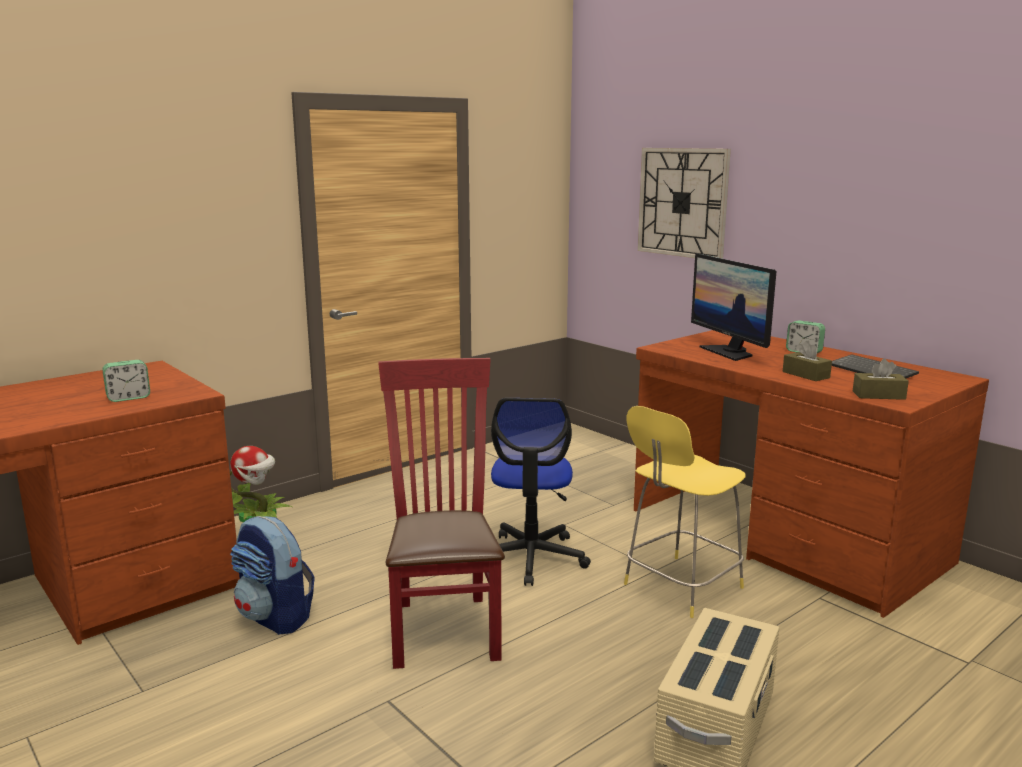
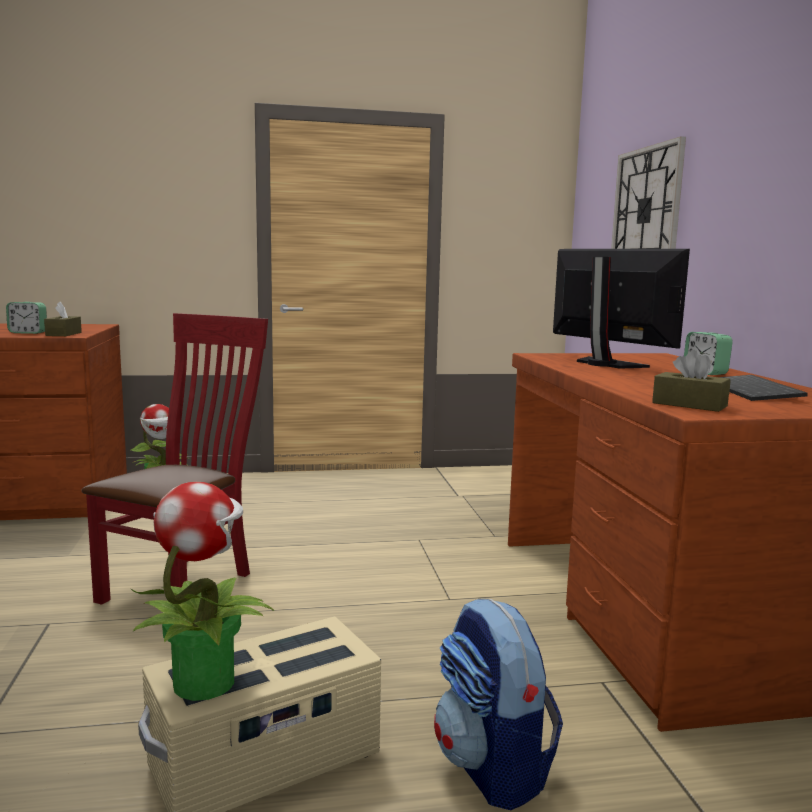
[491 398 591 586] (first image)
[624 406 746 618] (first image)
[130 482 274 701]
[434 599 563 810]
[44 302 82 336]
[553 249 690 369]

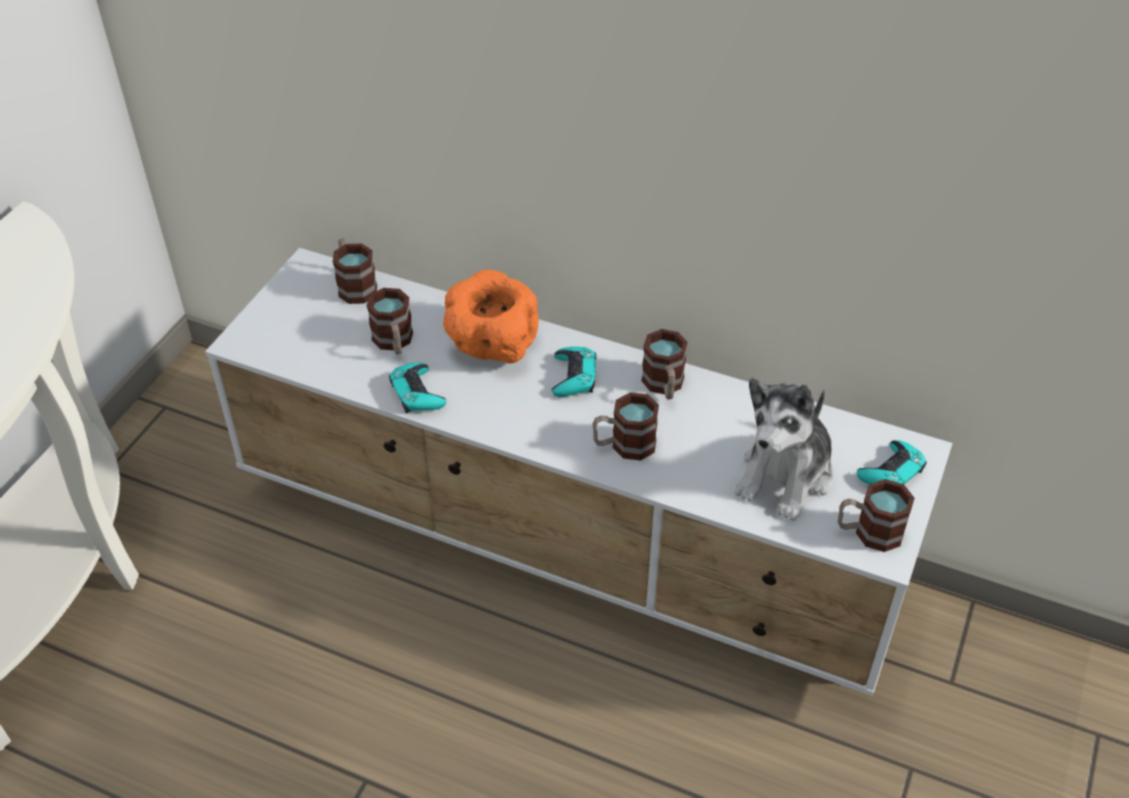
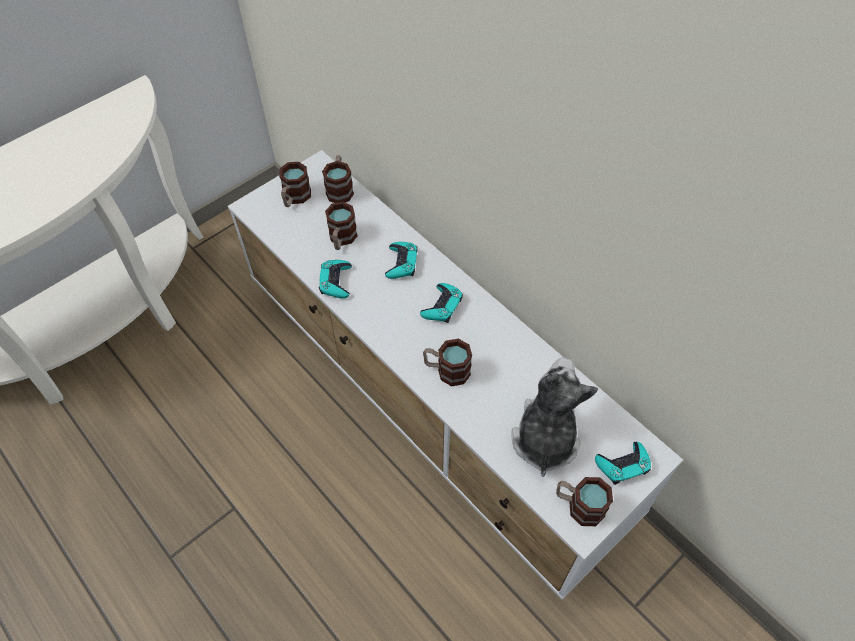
[279 162 311 207]
[385 242 418 279]
[511 357 598 477]

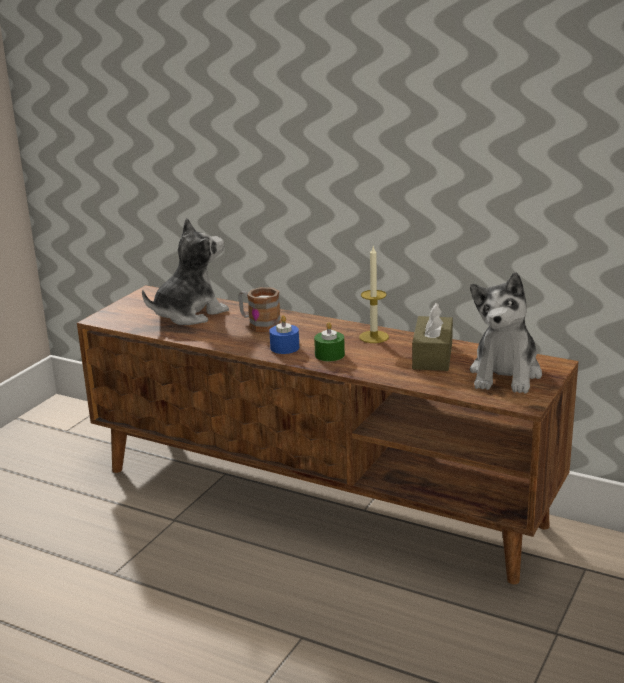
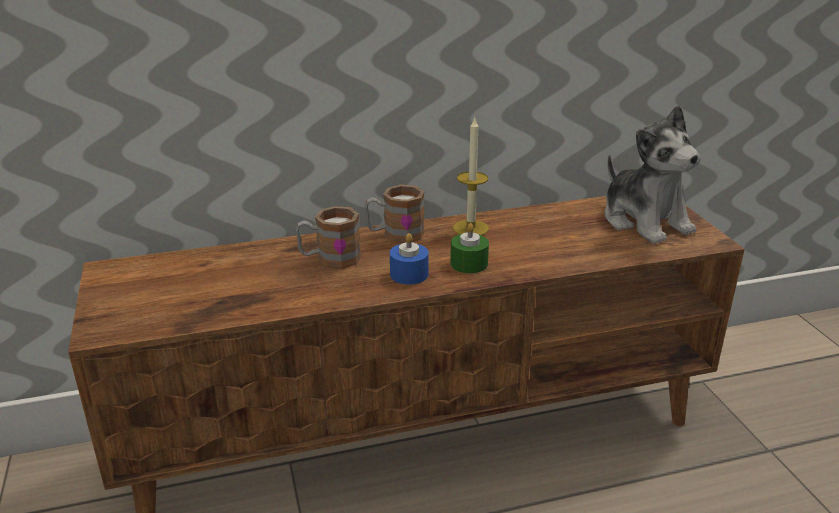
[142 218 229 325] (first image)
[412 303 453 371] (first image)
[365 185 425 243]

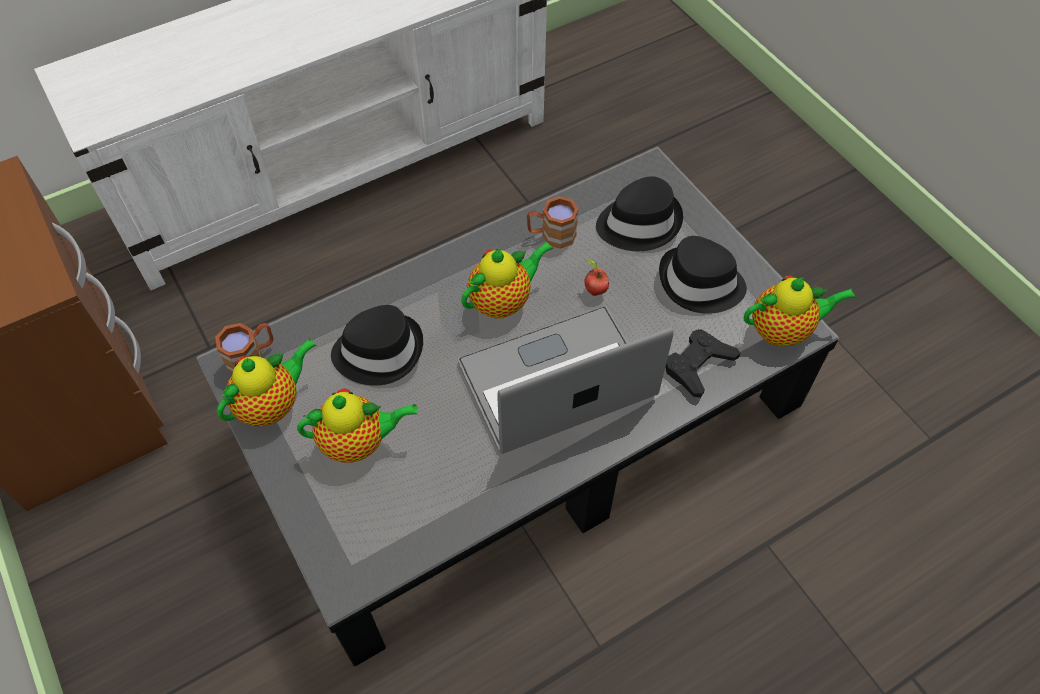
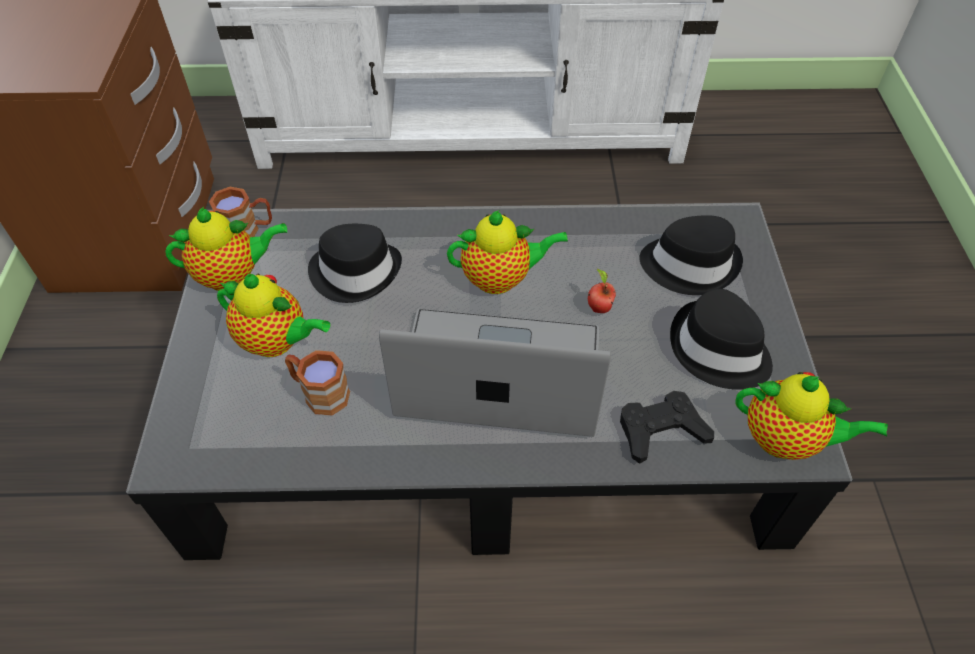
[285 350 350 415]

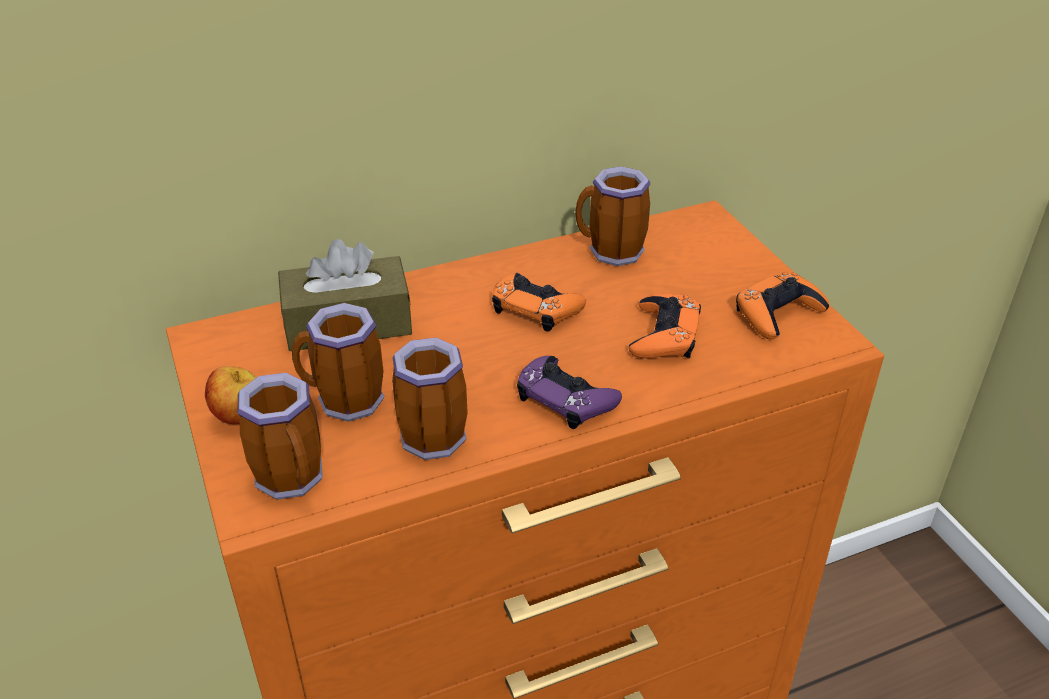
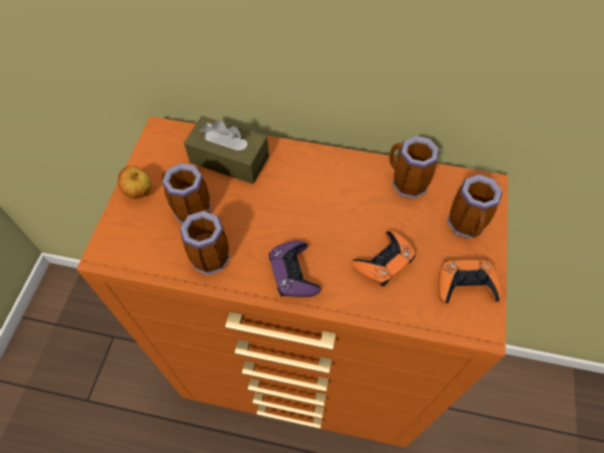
[492 273 586 332] (first image)
[447 175 502 239]

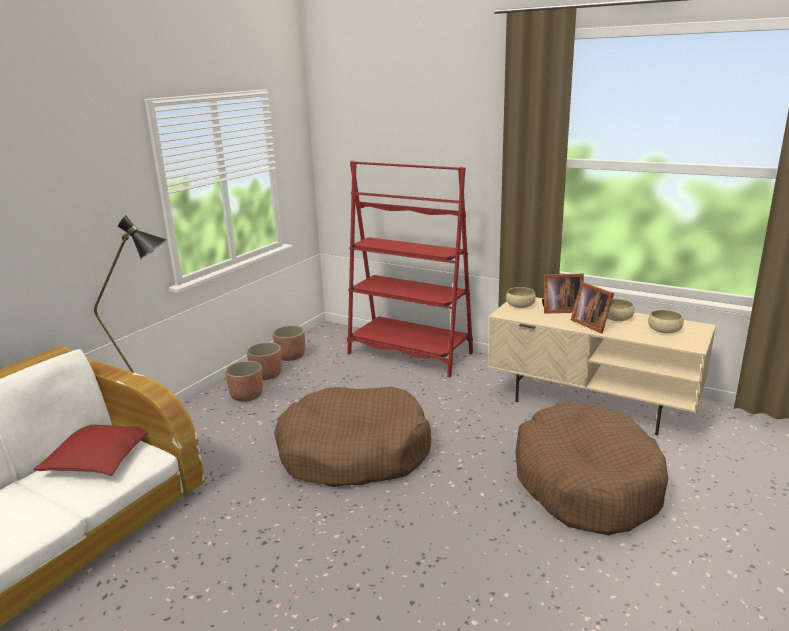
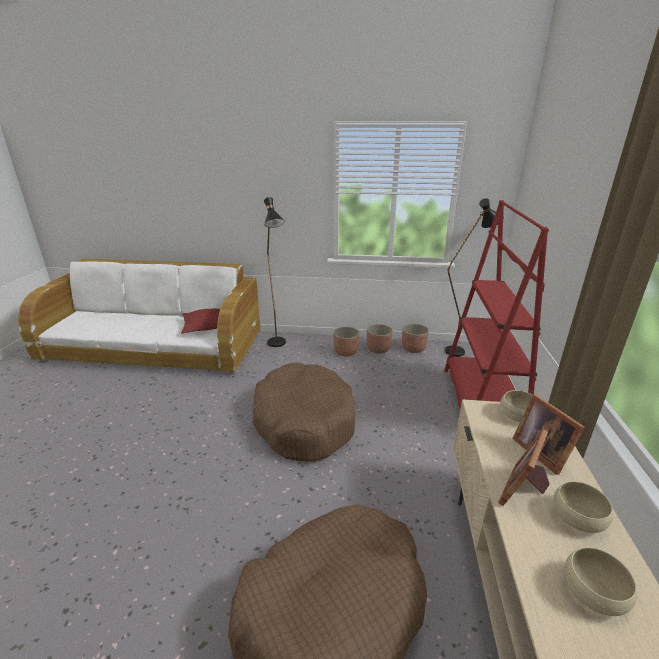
[445 198 504 357]

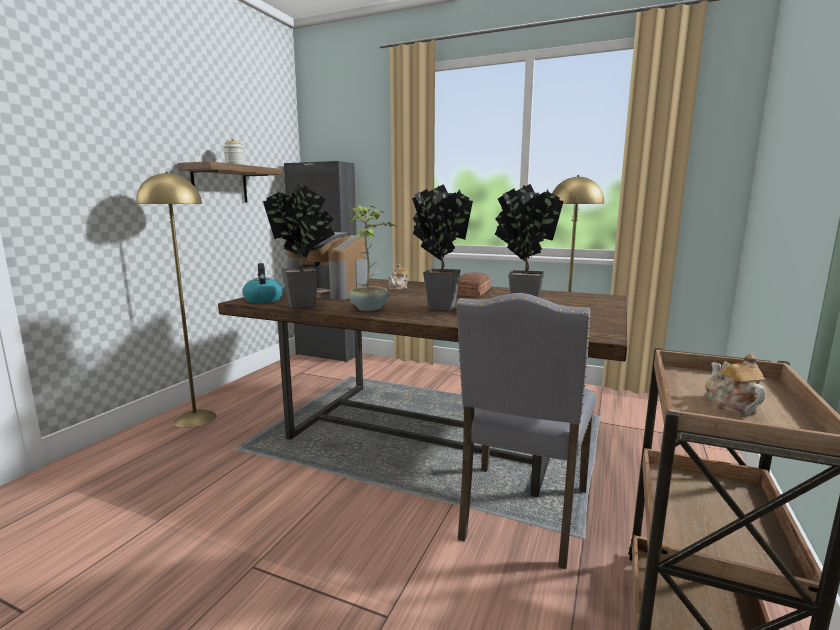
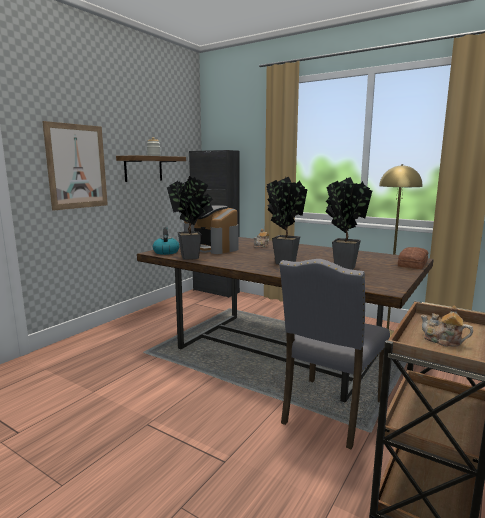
[136 172 216 428] (first image)
[349 206 396 311] (first image)
[42 121 108 211]
[398 247 428 269]
[421 305 473 347]

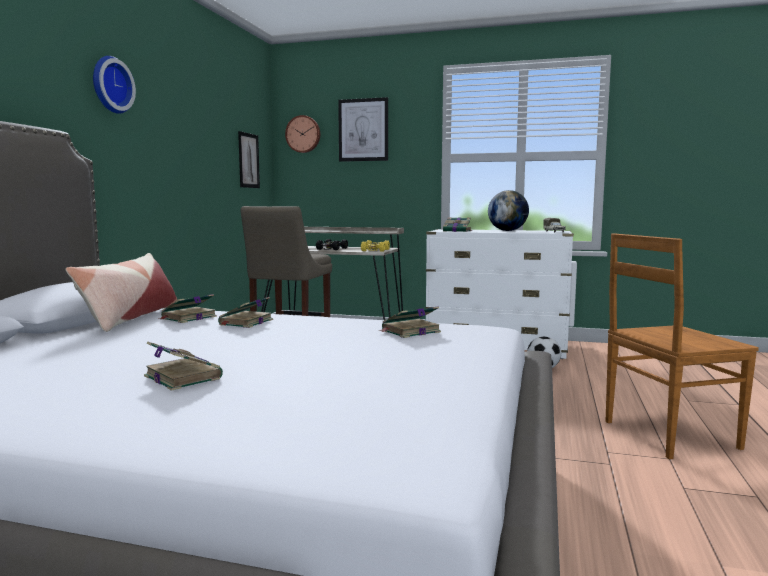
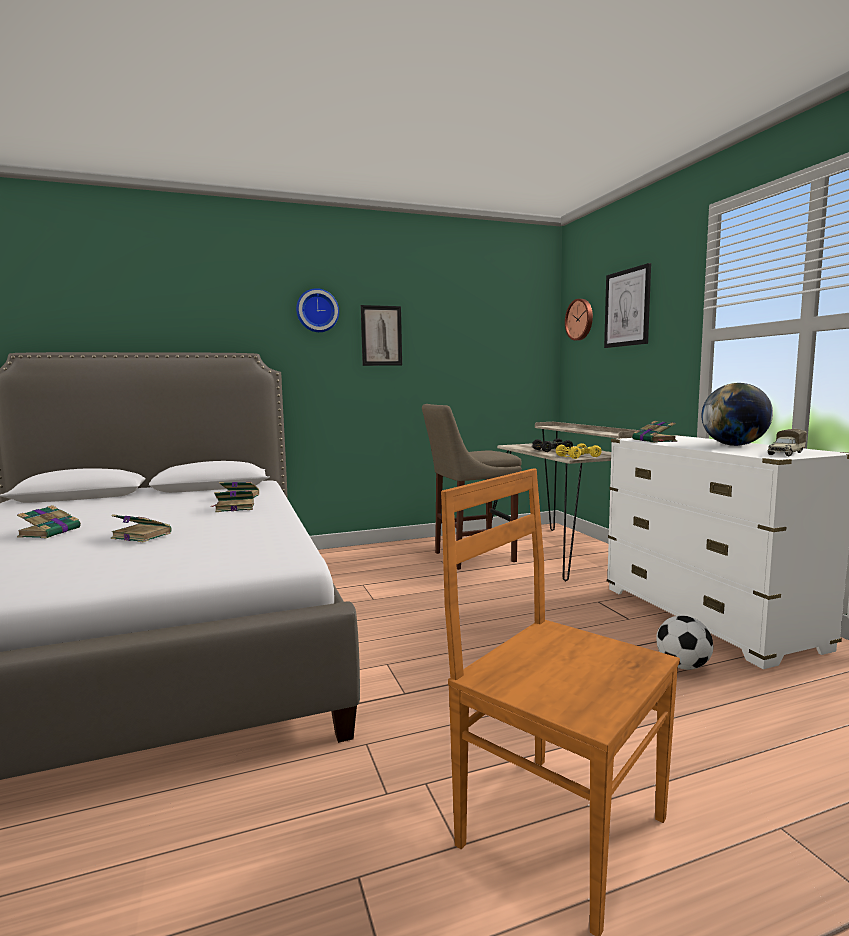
[66 253 177 332] (first image)
[361 305 402 366]
[111 514 172 542]

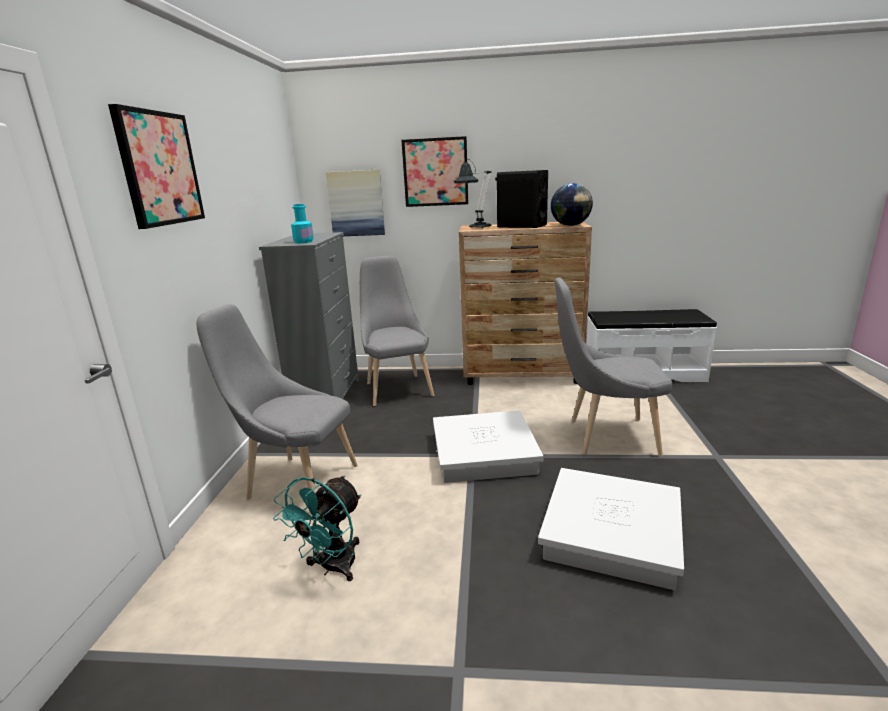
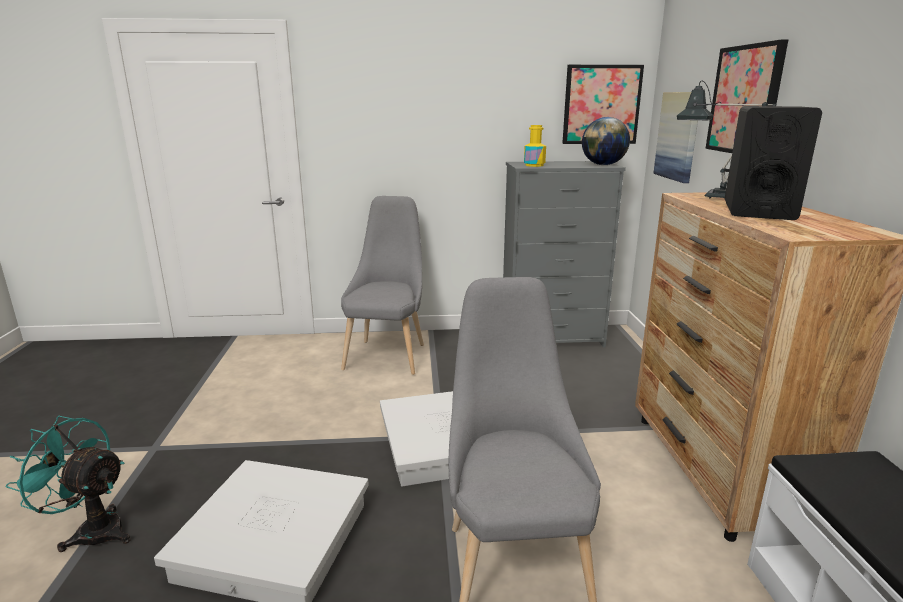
[360 256 435 406] (first image)
[562 65 644 144]
[6 416 130 552]
[582 117 630 165]
[524 125 546 167]

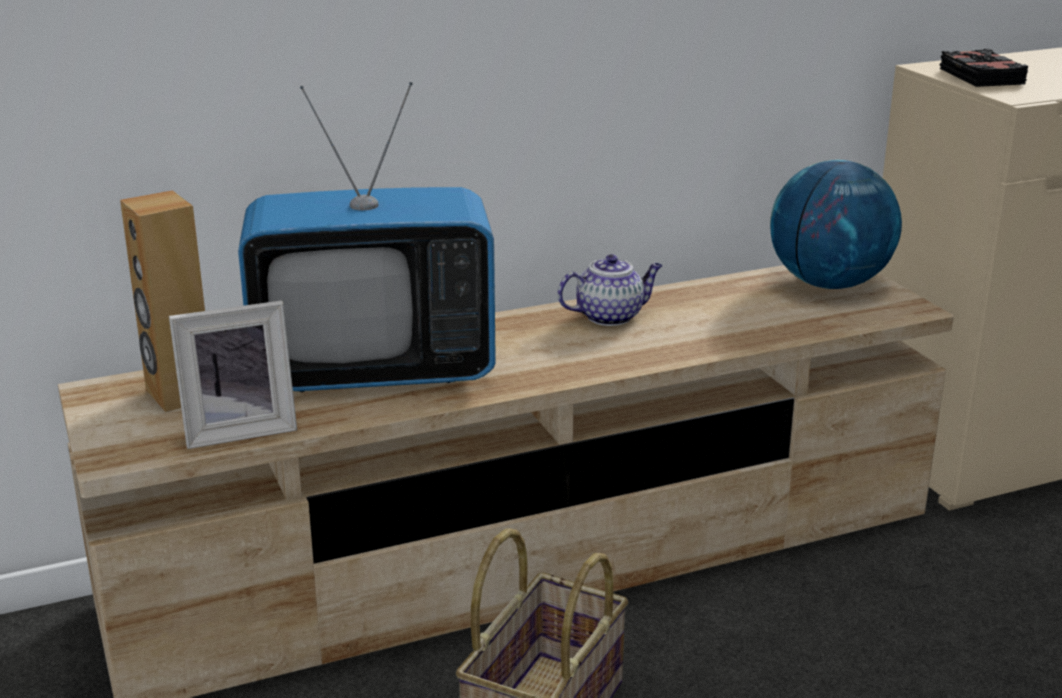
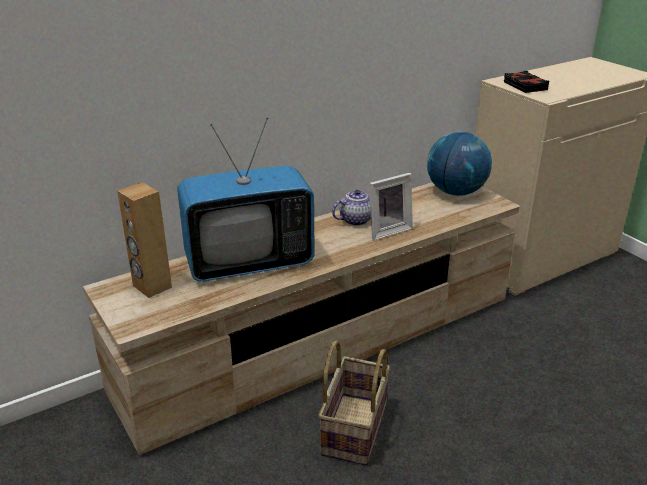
[369 173 413 240]

